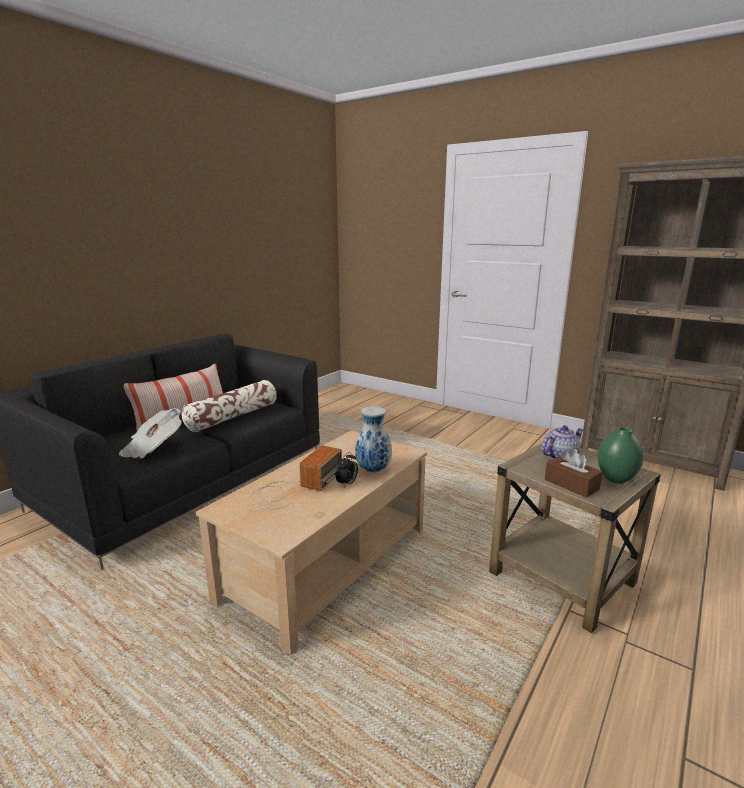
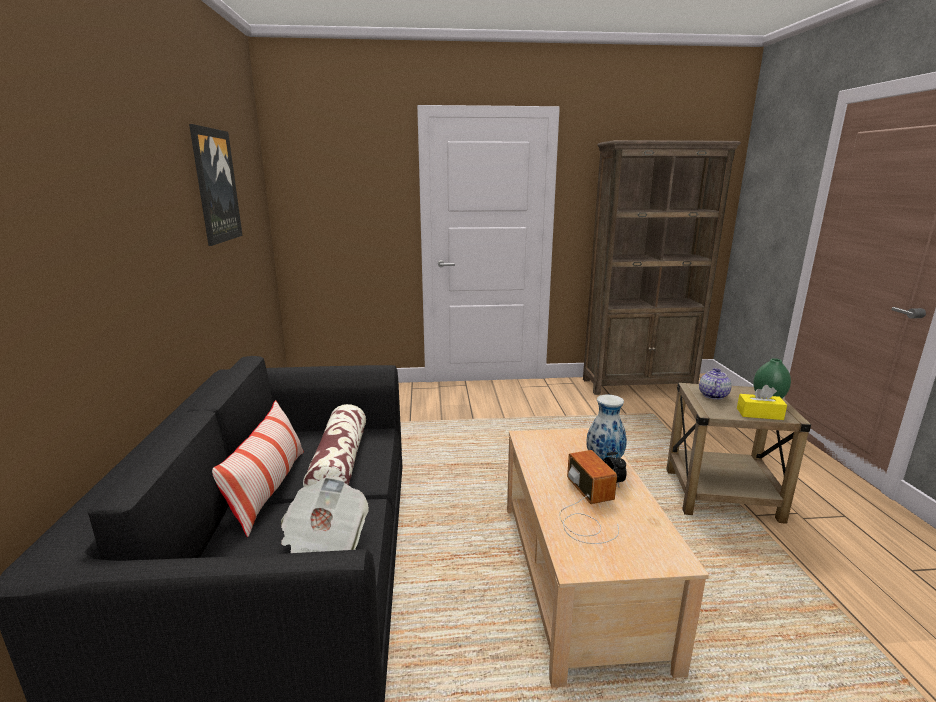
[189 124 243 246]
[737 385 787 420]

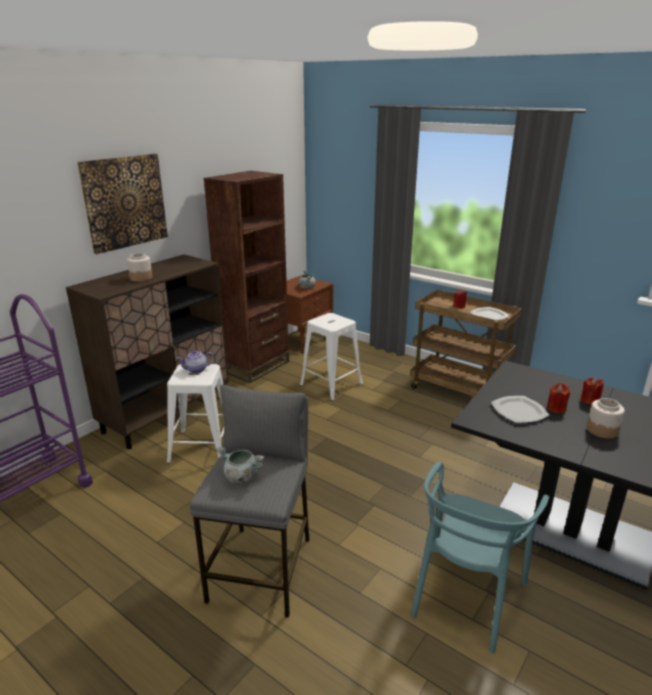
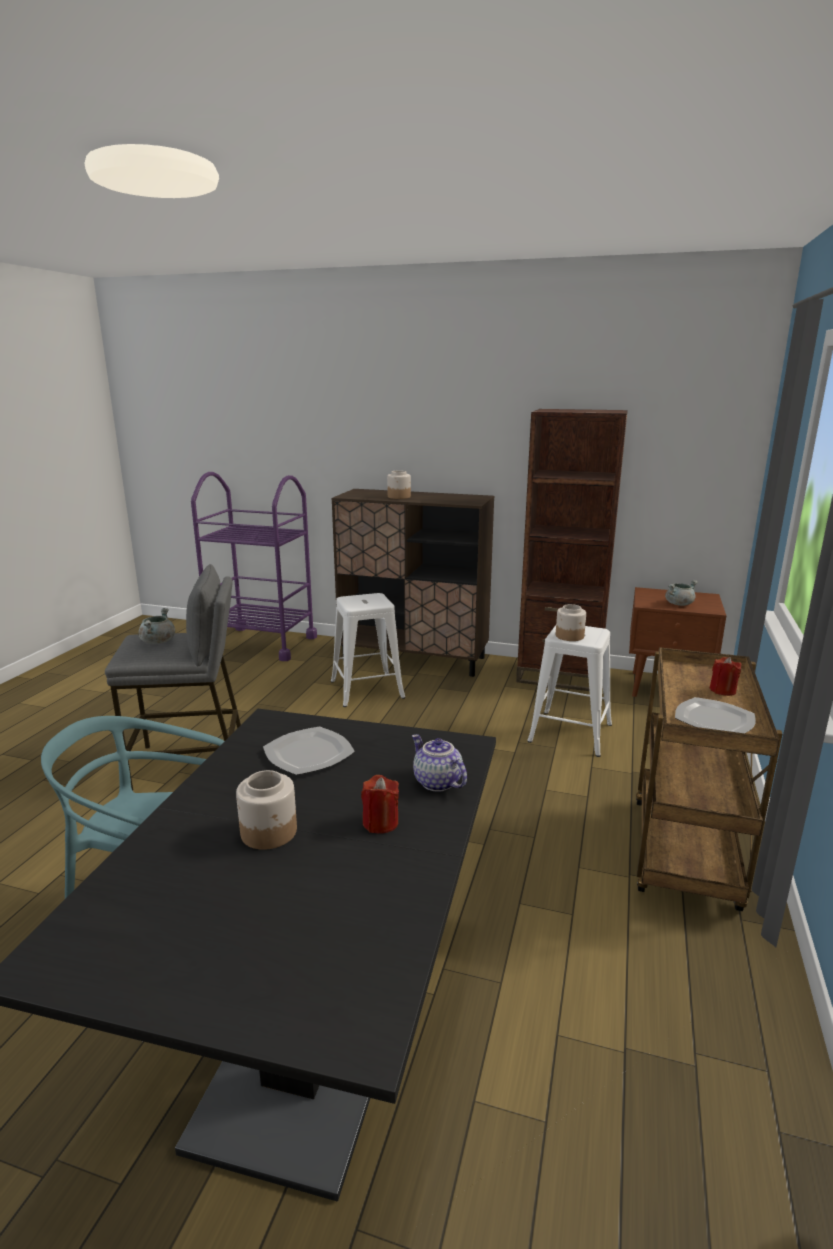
[77 154 168 254] (first image)
[547 383 570 413] (first image)
[556 604 586 641]
[412 734 467 791]

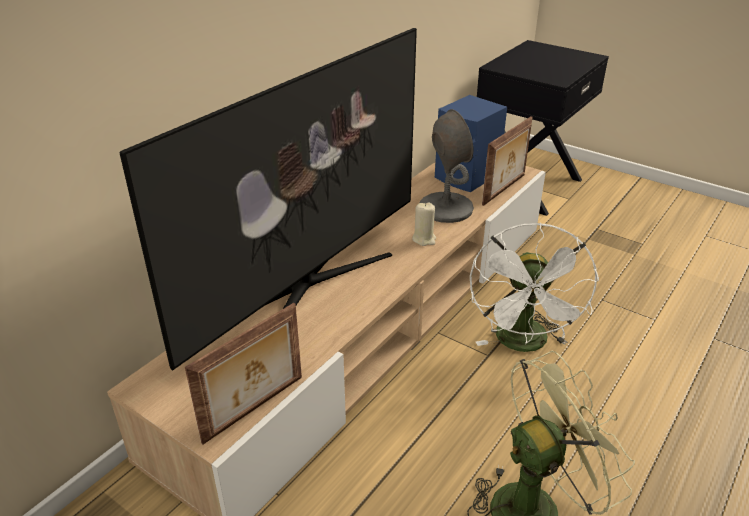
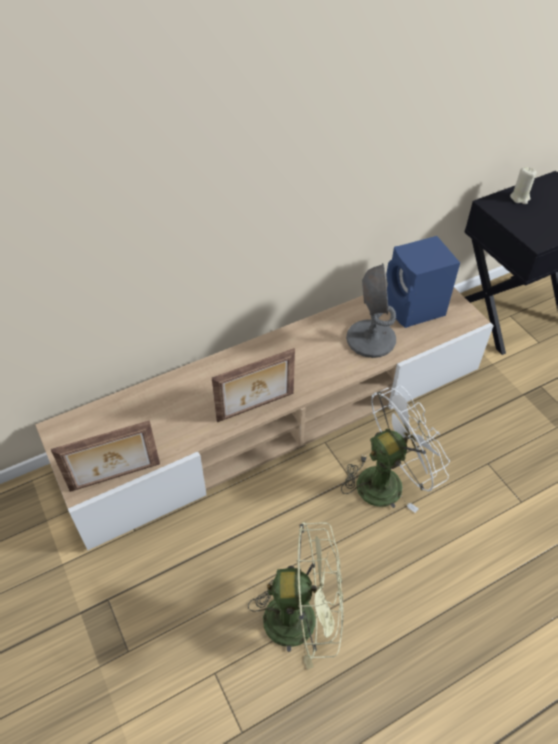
[119 28 417 371] (first image)
[510 167 537 204]
[212 348 295 423]
[341 385 450 513]

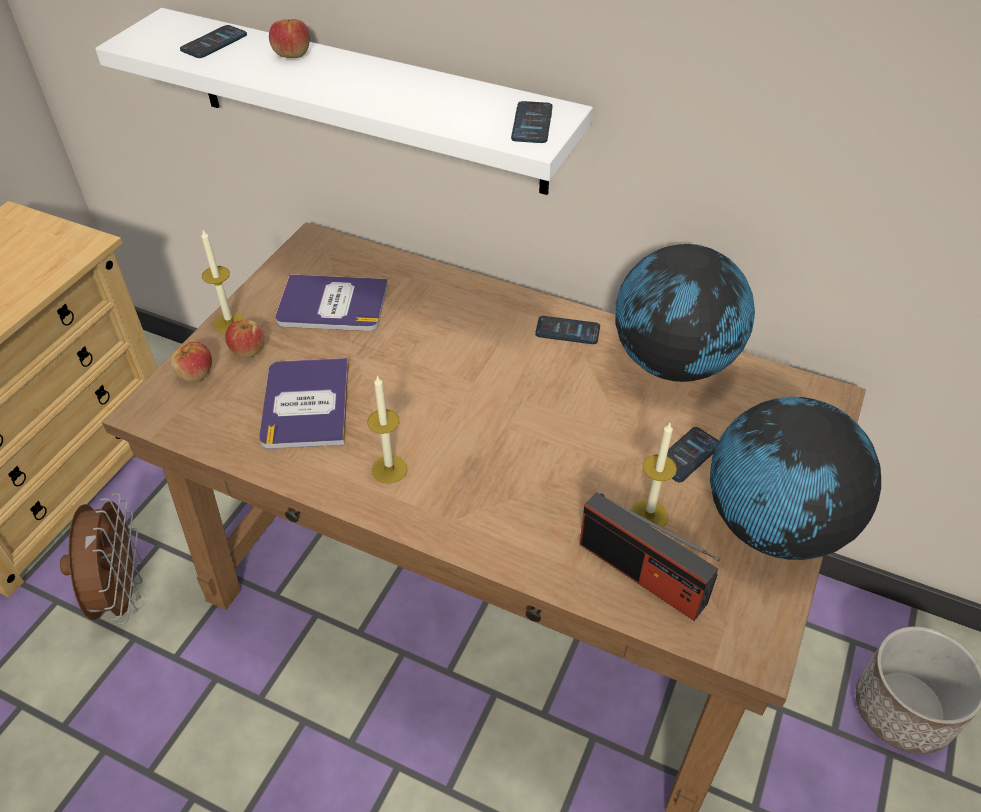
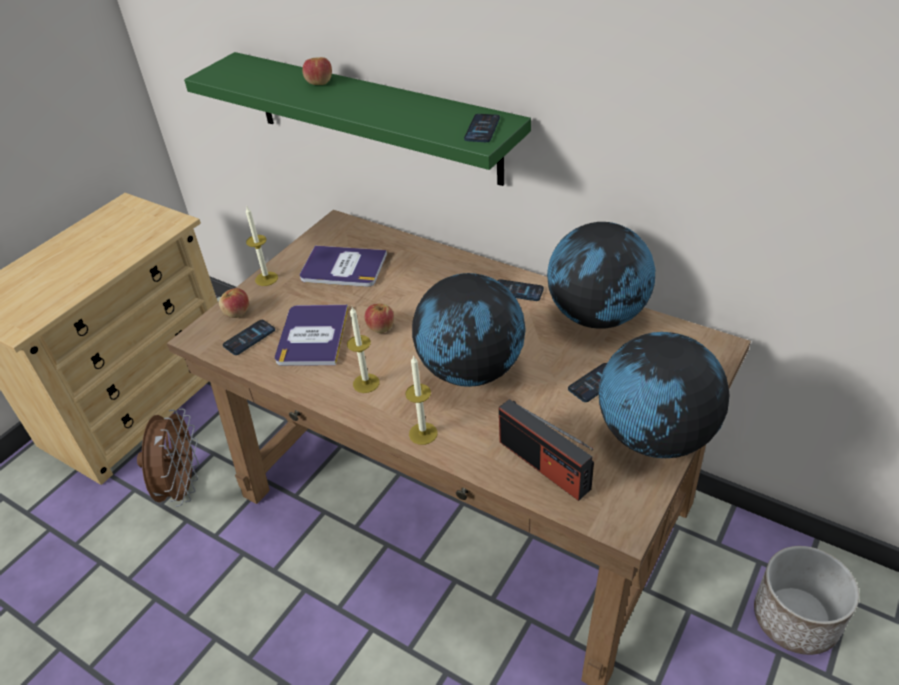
[412 273 526 387]
[223 320 275 355]
[364 303 395 333]
[405 355 438 445]
[184 52 531 186]

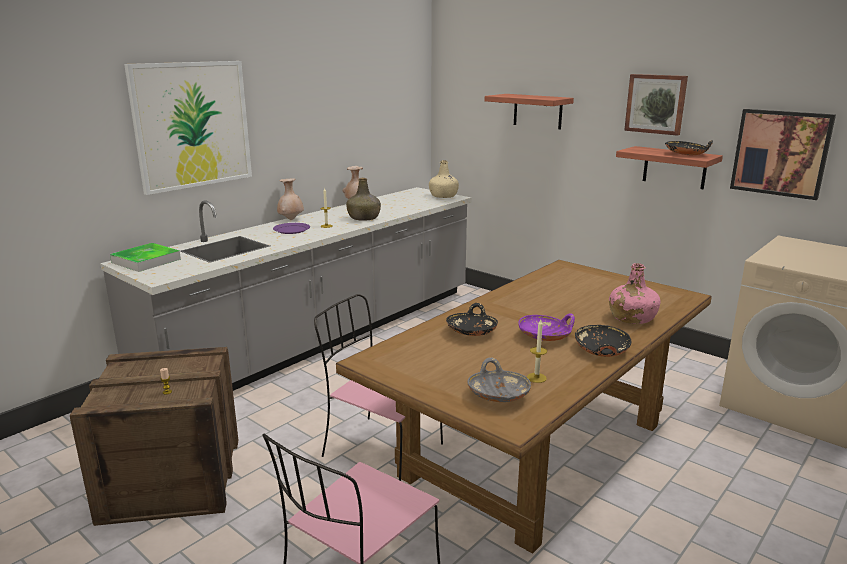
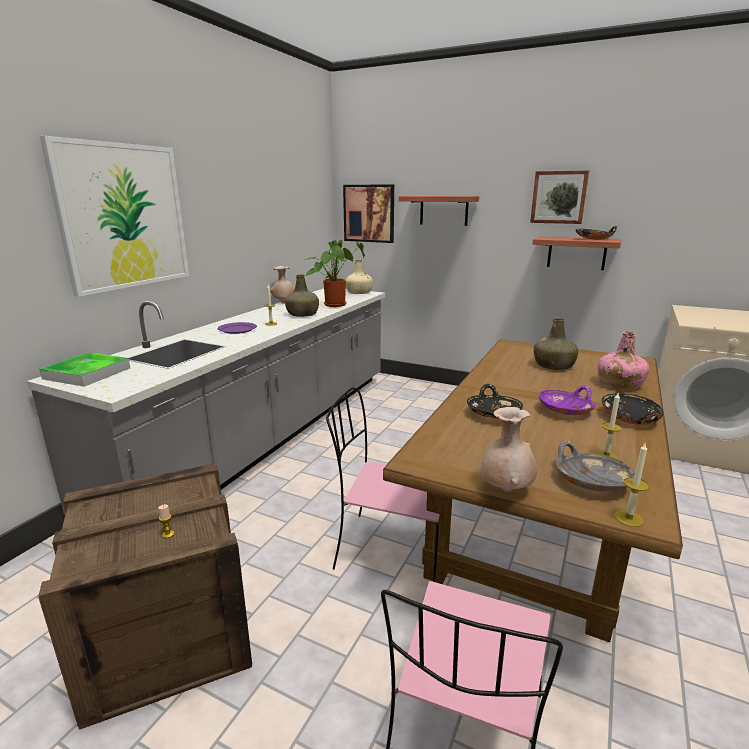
[304 240 365 307]
[534 317 578 370]
[614 443 649 527]
[480 407 537 492]
[343 184 394 243]

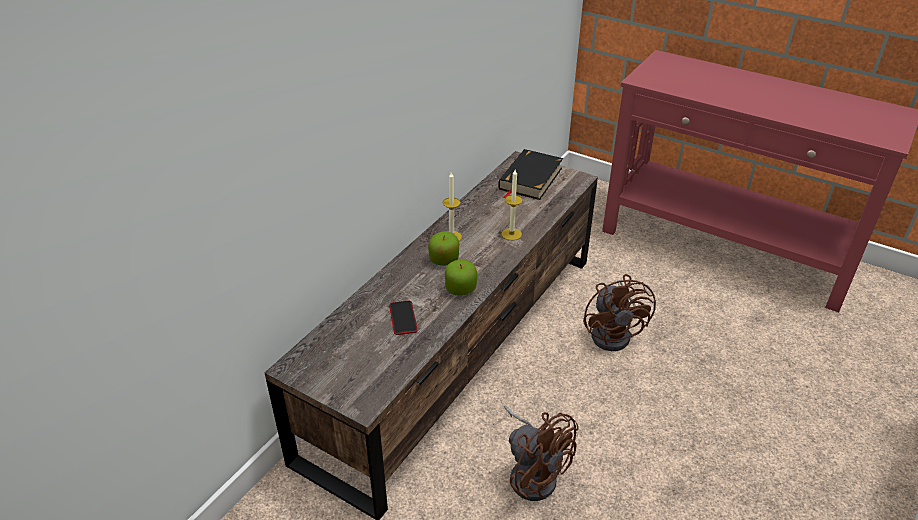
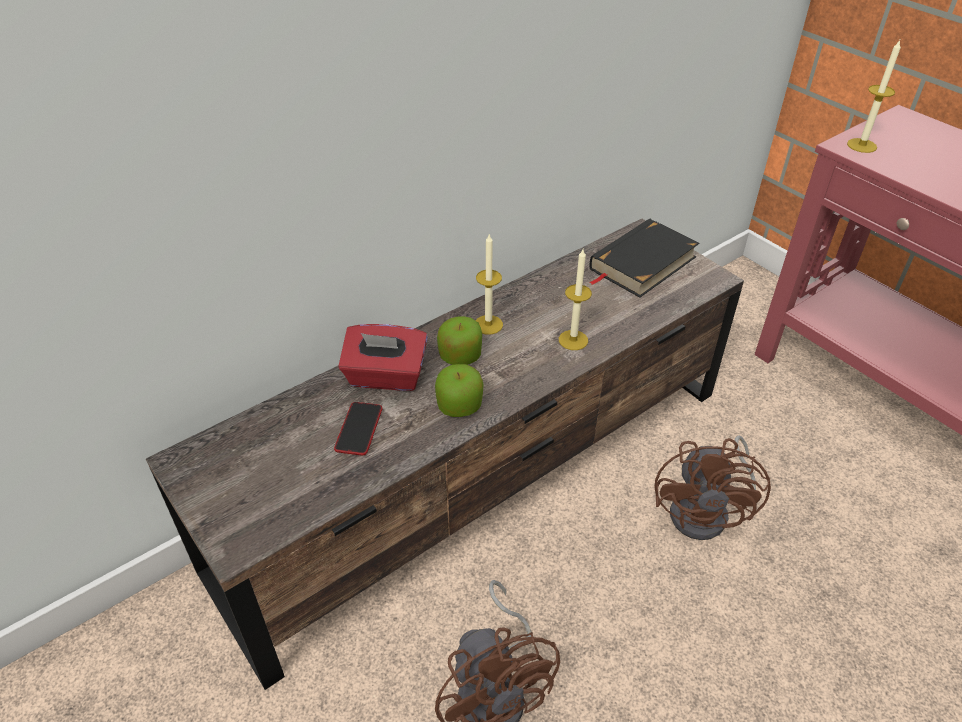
[338 324 428 391]
[847 40 901 153]

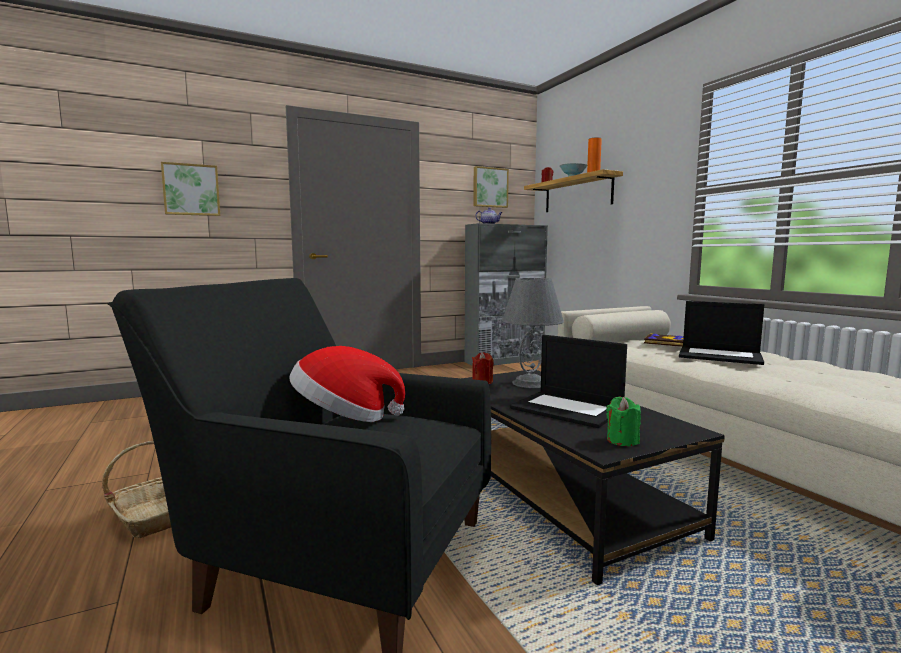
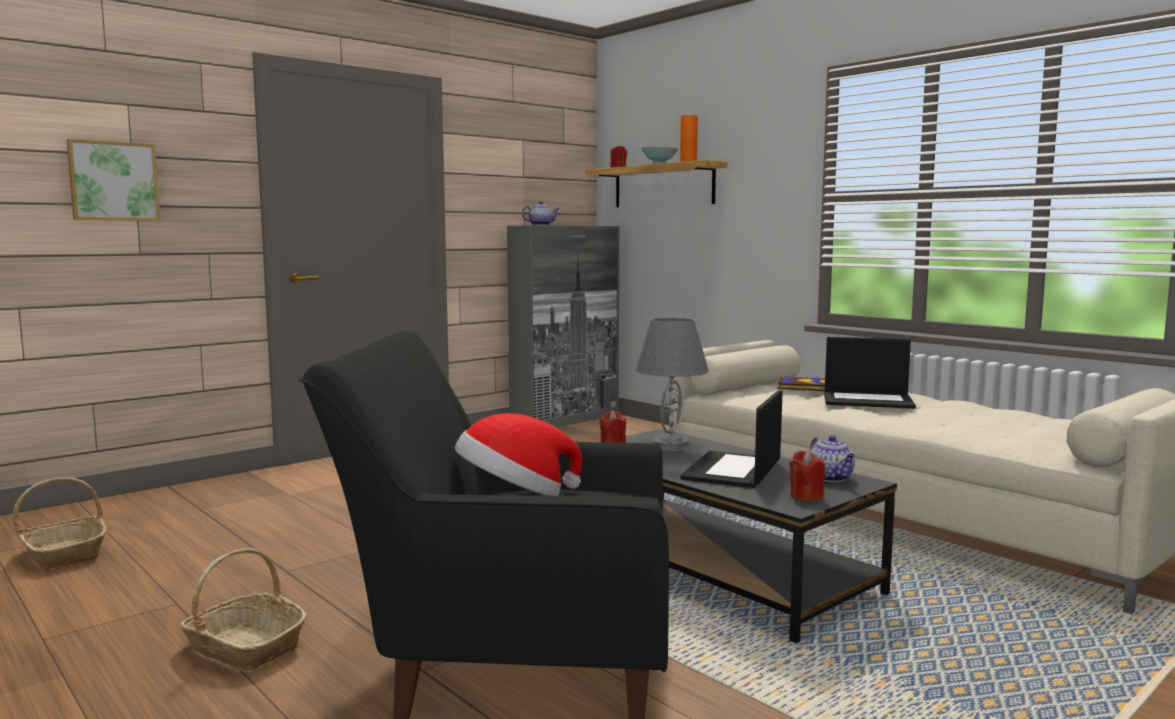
[473 166 509 208] (first image)
[13 477 107 569]
[810 435 855 482]
[789 451 825 501]
[680 390 783 488]

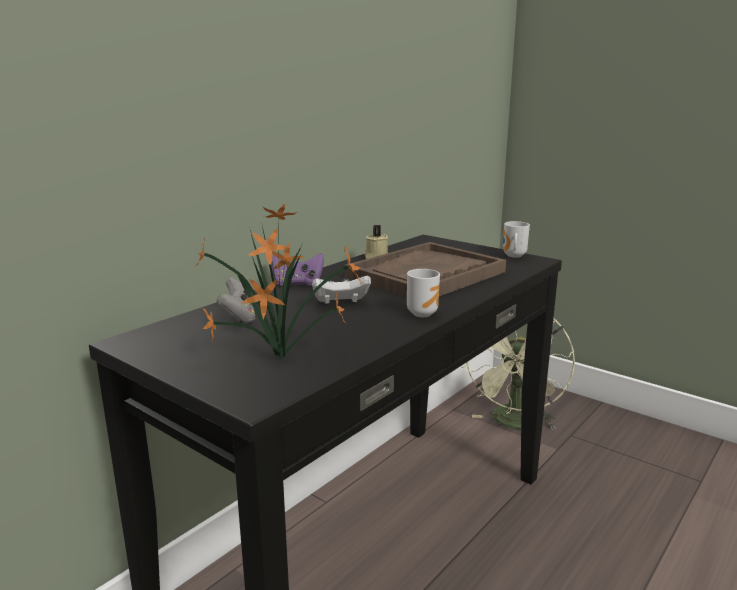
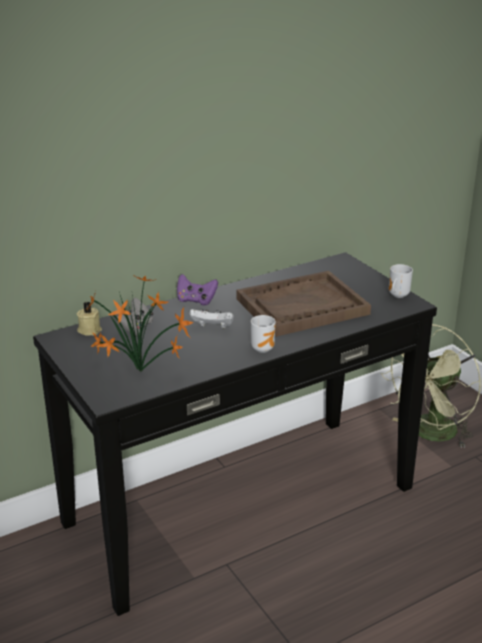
[76 302 102 335]

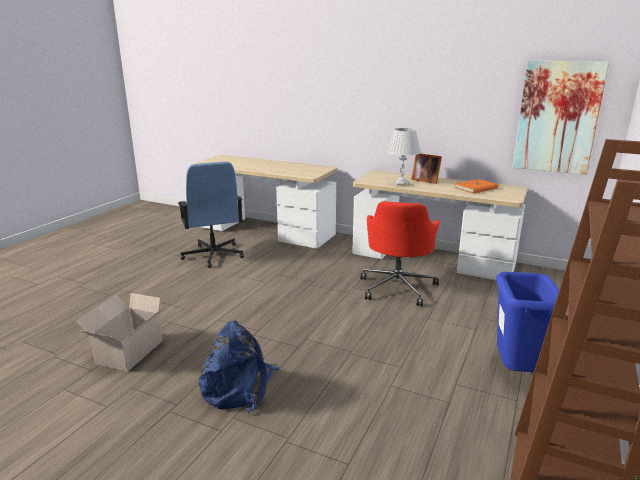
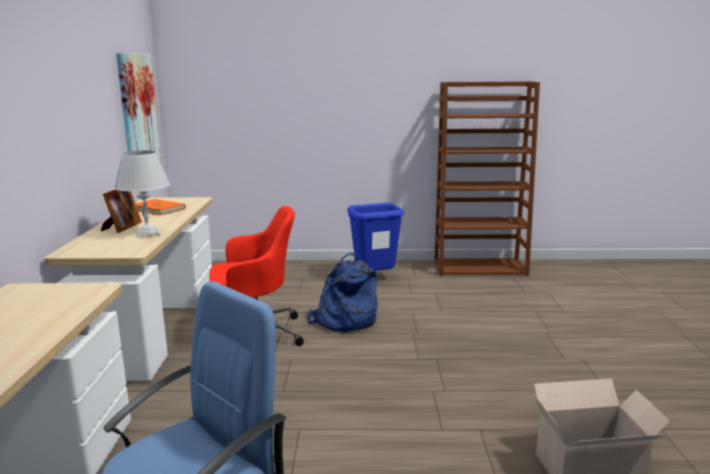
[307 253 378 332]

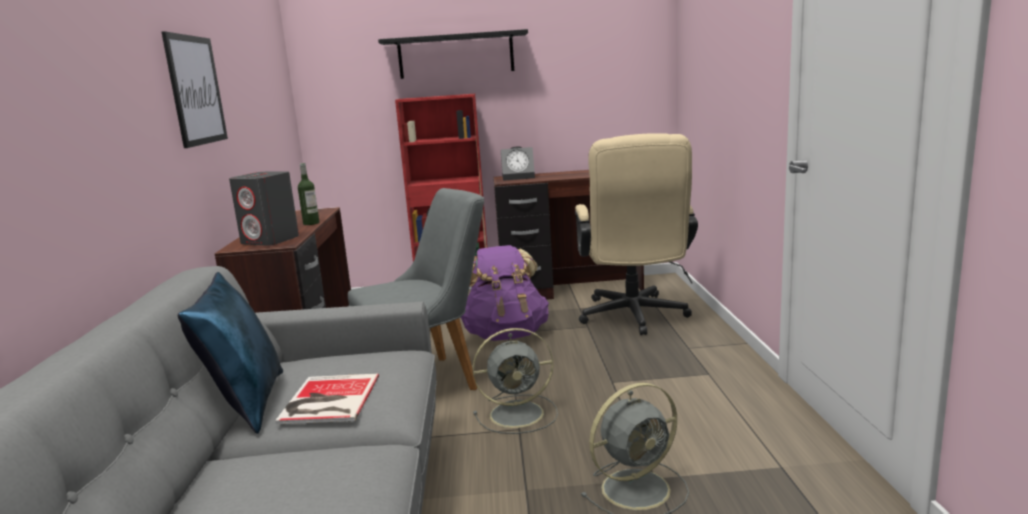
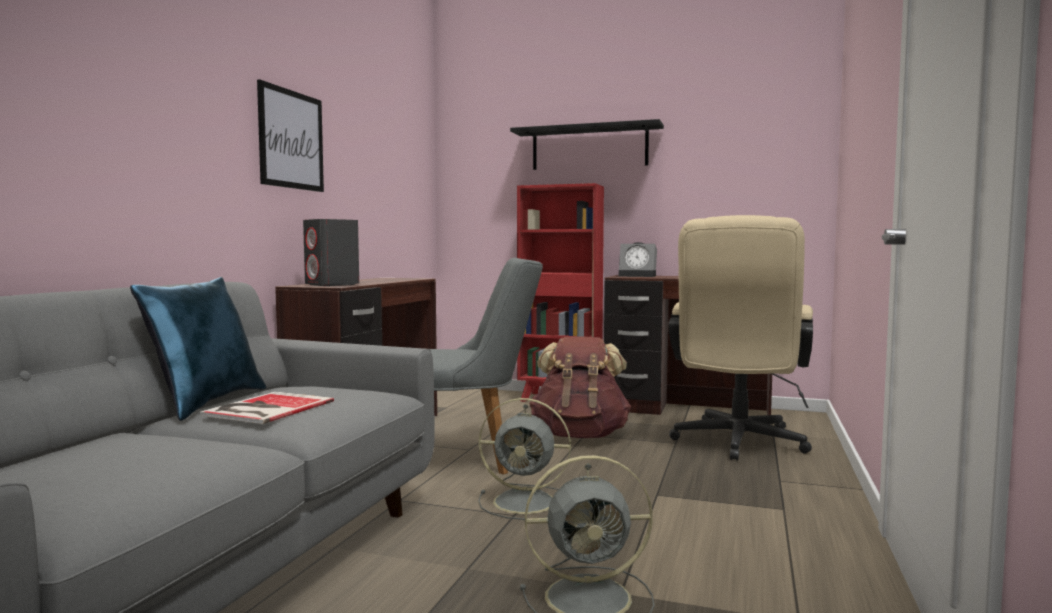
[298 163 319 225] (first image)
[529 336 631 438]

